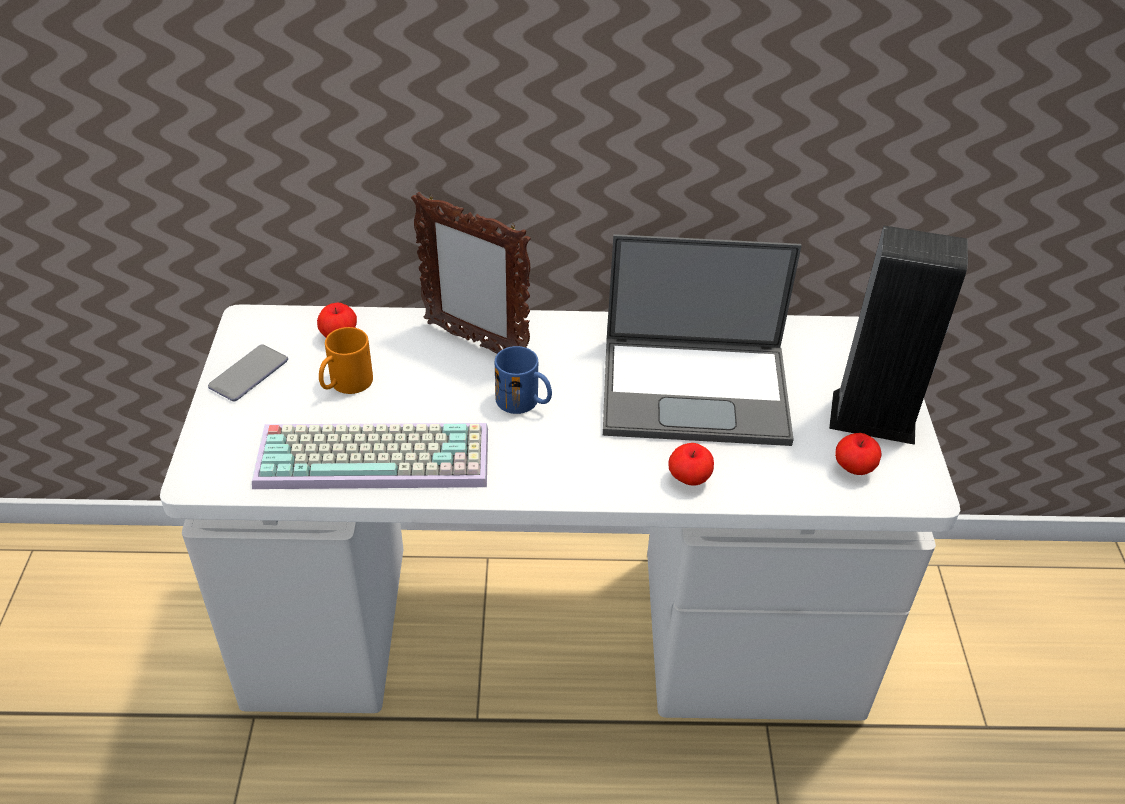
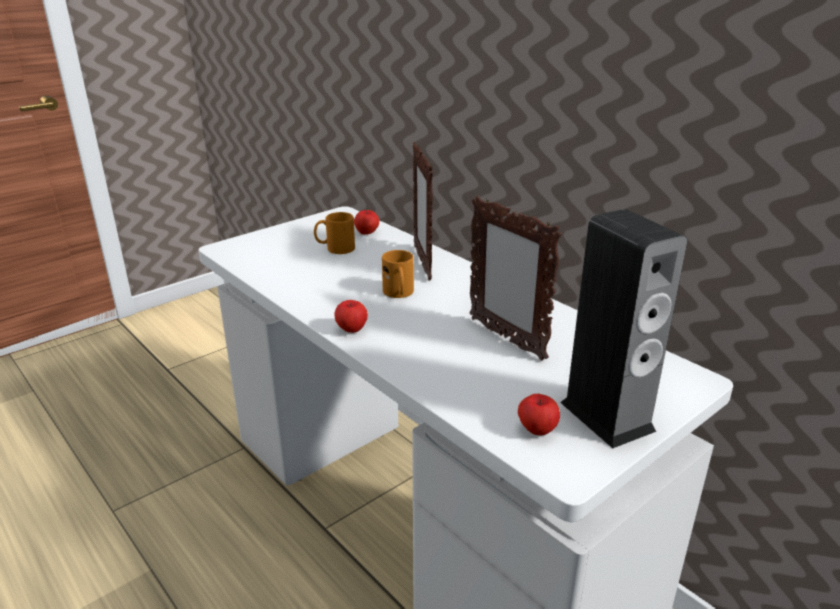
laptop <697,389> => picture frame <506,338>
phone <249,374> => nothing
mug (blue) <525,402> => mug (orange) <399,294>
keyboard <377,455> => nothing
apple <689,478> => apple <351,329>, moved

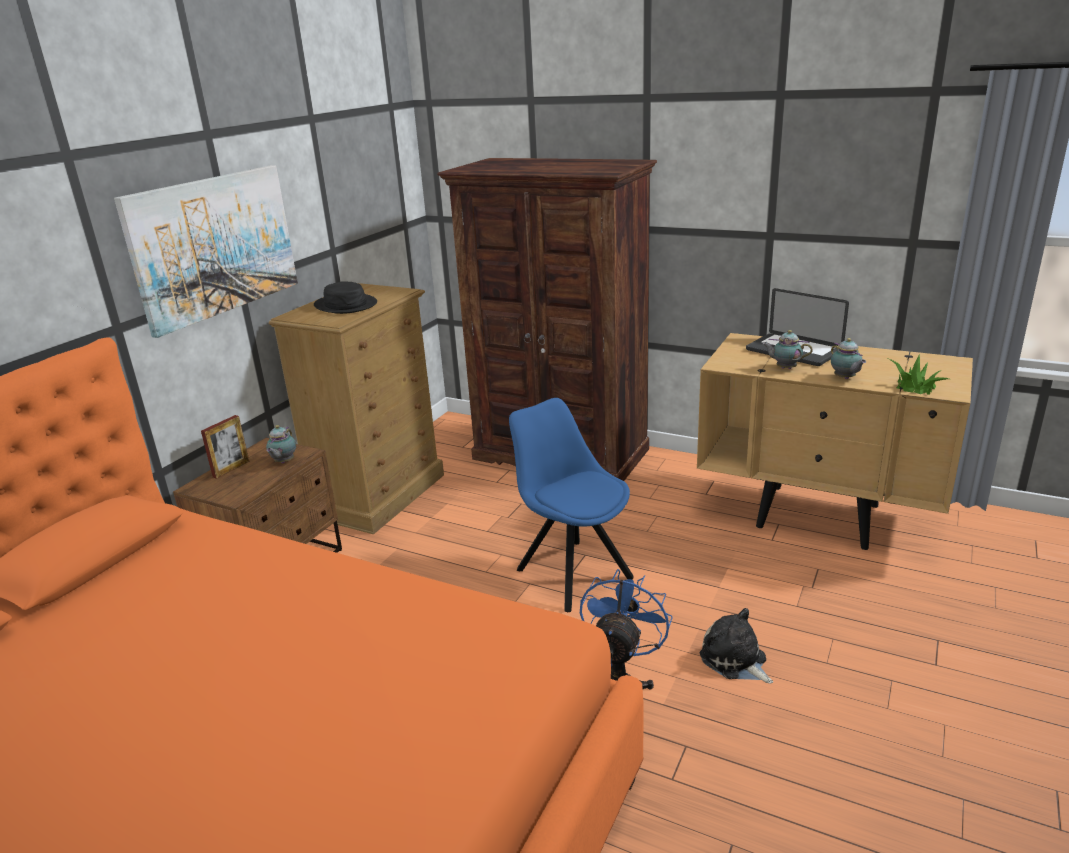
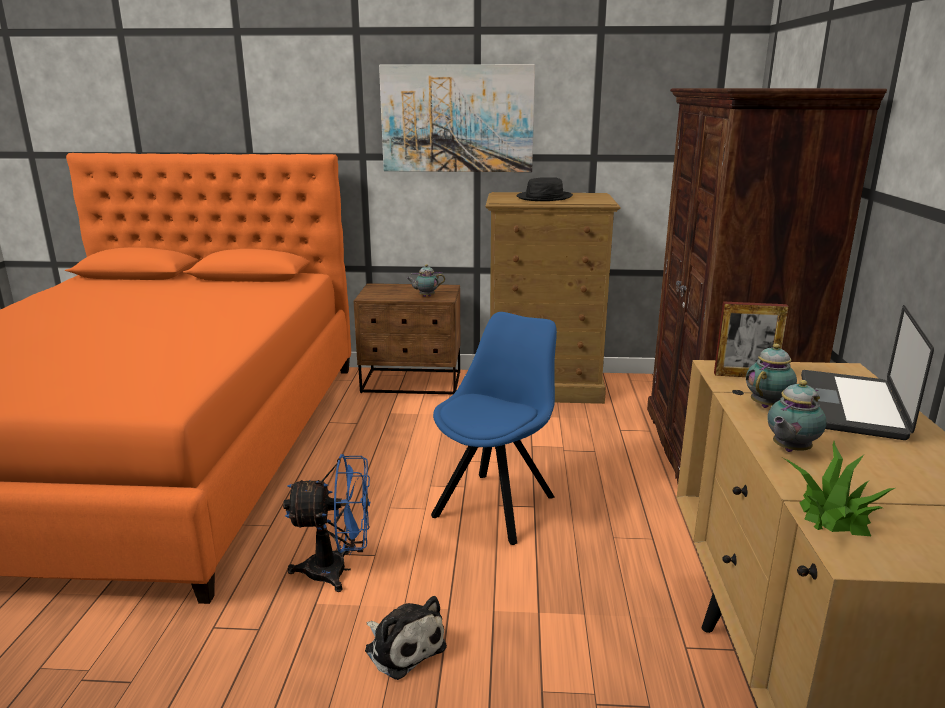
teapot <784,368> => teapot <768,405>, 45 degrees clockwise
picture frame <231,469> => picture frame <745,375>, moved
plush toy <735,661> => plush toy <403,646>, 105 degrees clockwise

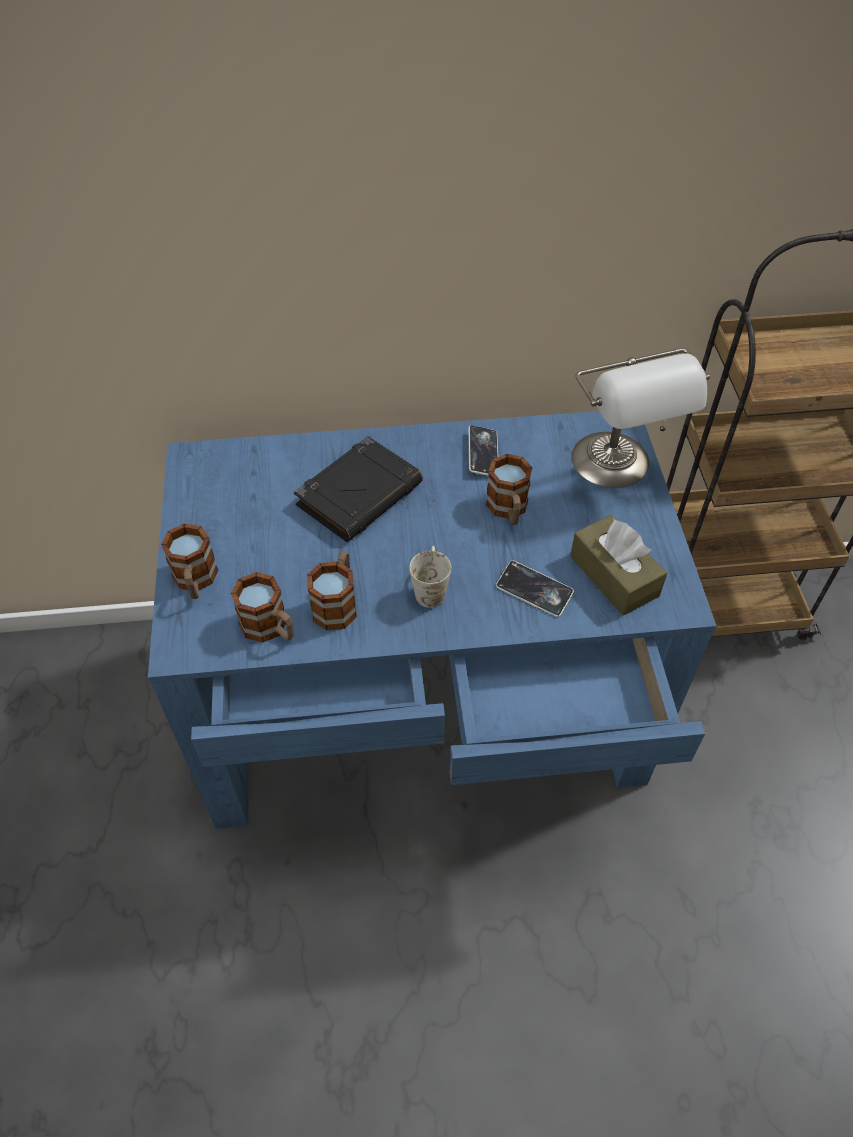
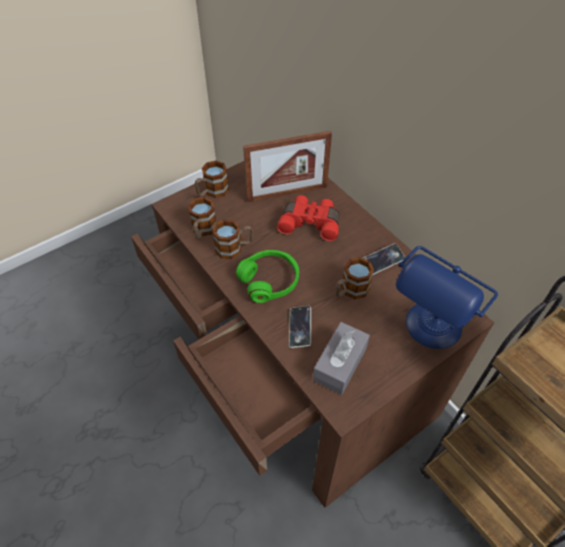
table lamp (white) <619,470> => table lamp (blue) <428,333>
desk (blue) <428,721> => desk (brown) <291,370>
book (black) <359,494> => binoculars (red) <310,223>
tissue box (brown) <614,576> => tissue box (grey) <340,364>
mug (white) <430,588> => headphones (green) <269,280>
nothing => picture frame <287,193>

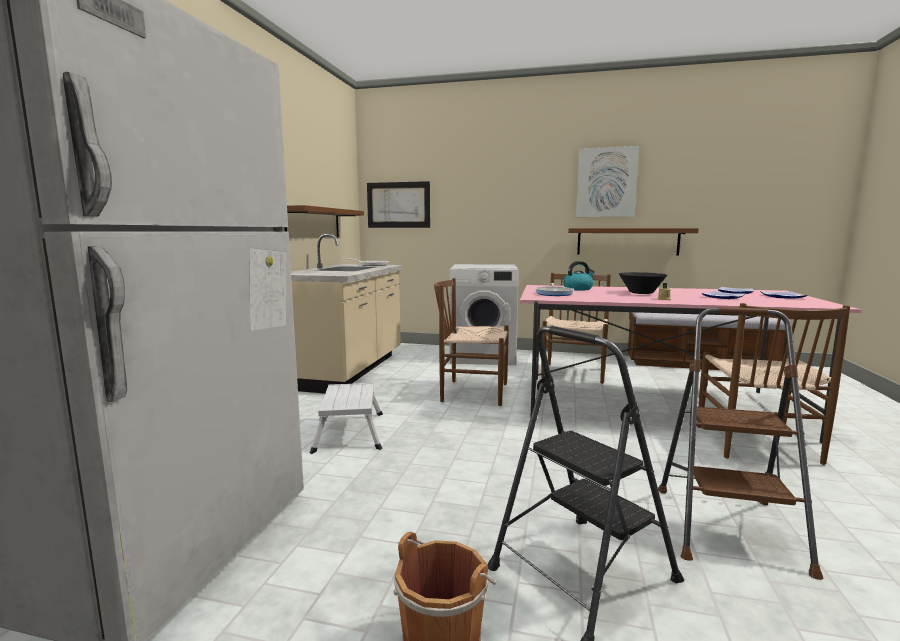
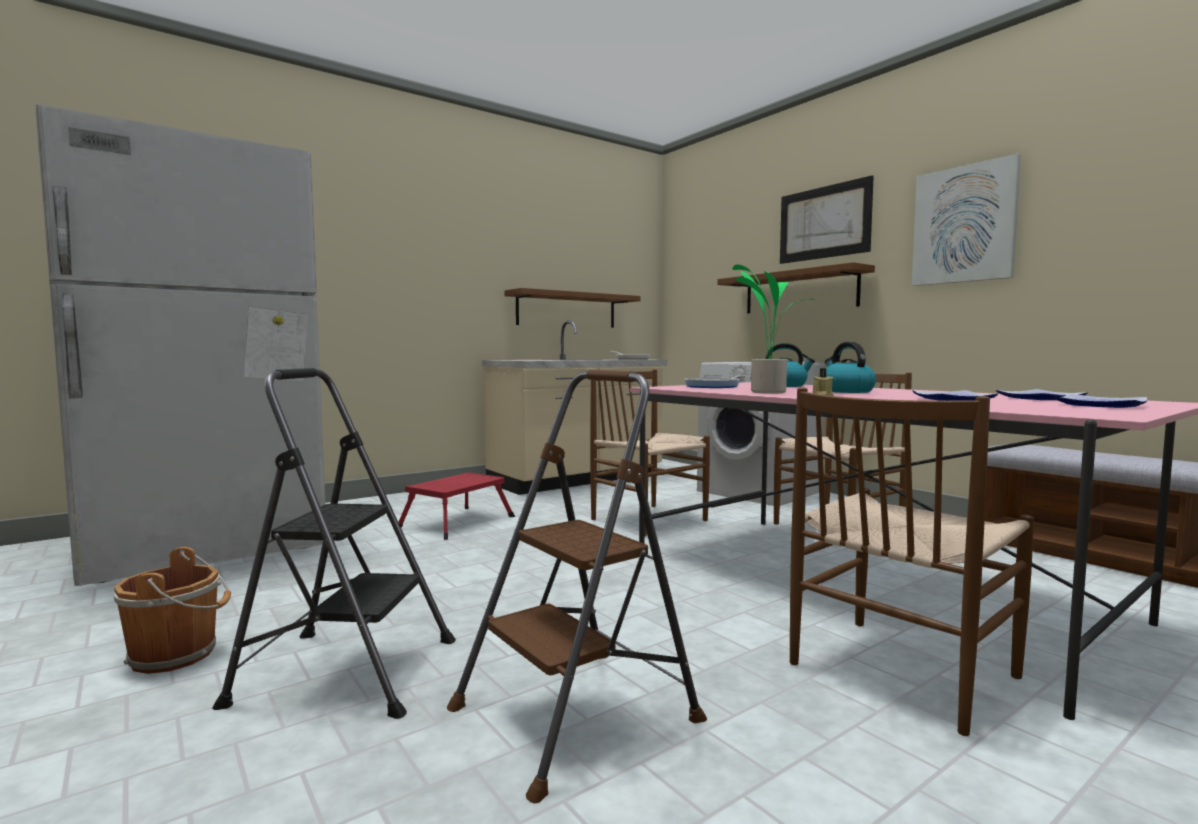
picture <398,205> => picture <824,222>, moved
shelf (brown) <627,241> => shelf (brown) <799,292>, moved
bowl (black) <641,293> => kettle <846,391>
step ladder (white) <349,432> => step ladder (red) <456,522>
nothing => potted plant <767,392>

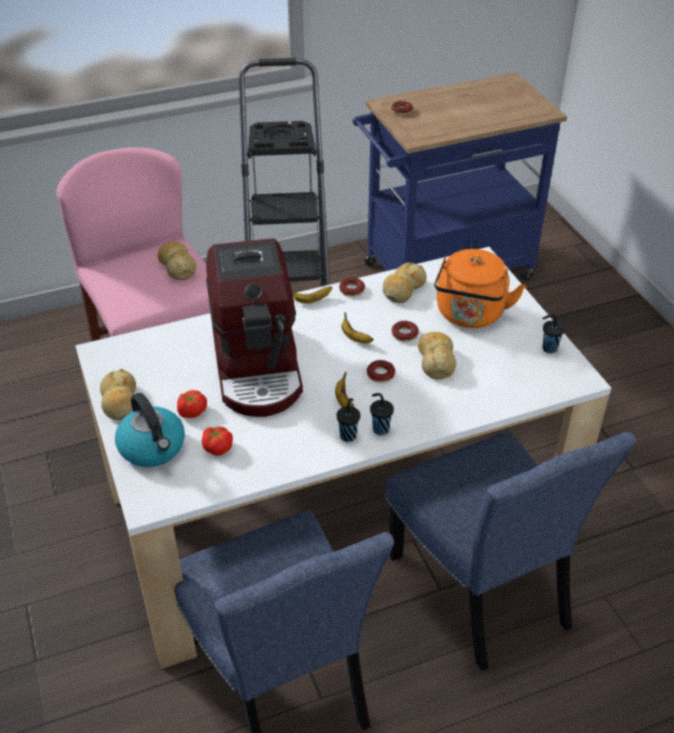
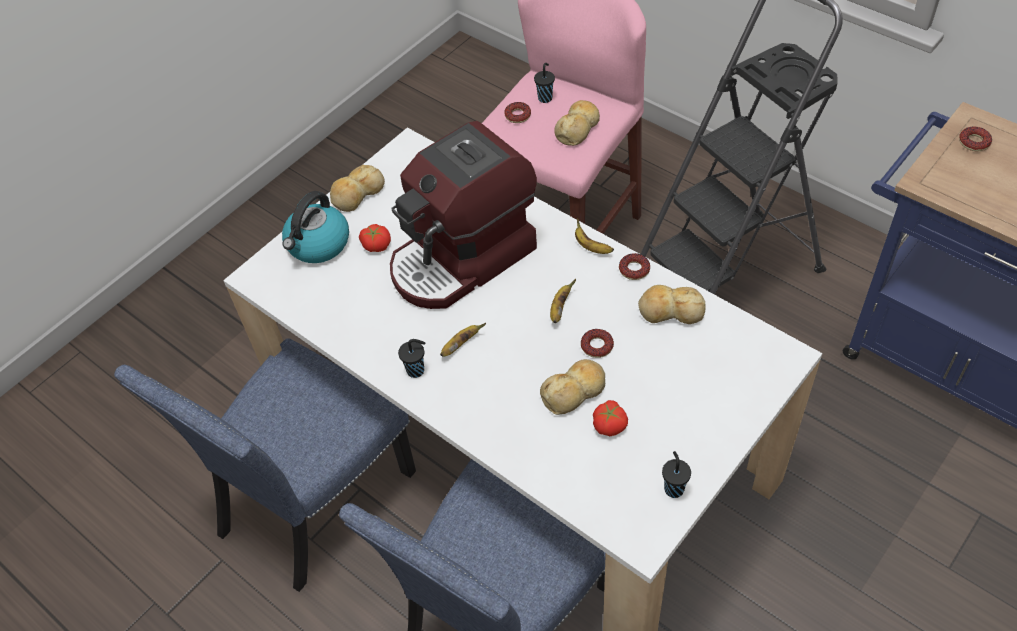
kettle (orange) <470,315> => nothing
donut <380,374> => donut <517,115>, moved
cup (black) <380,429> => cup (black) <545,98>, moved
tomato <218,447> => tomato <610,424>, moved

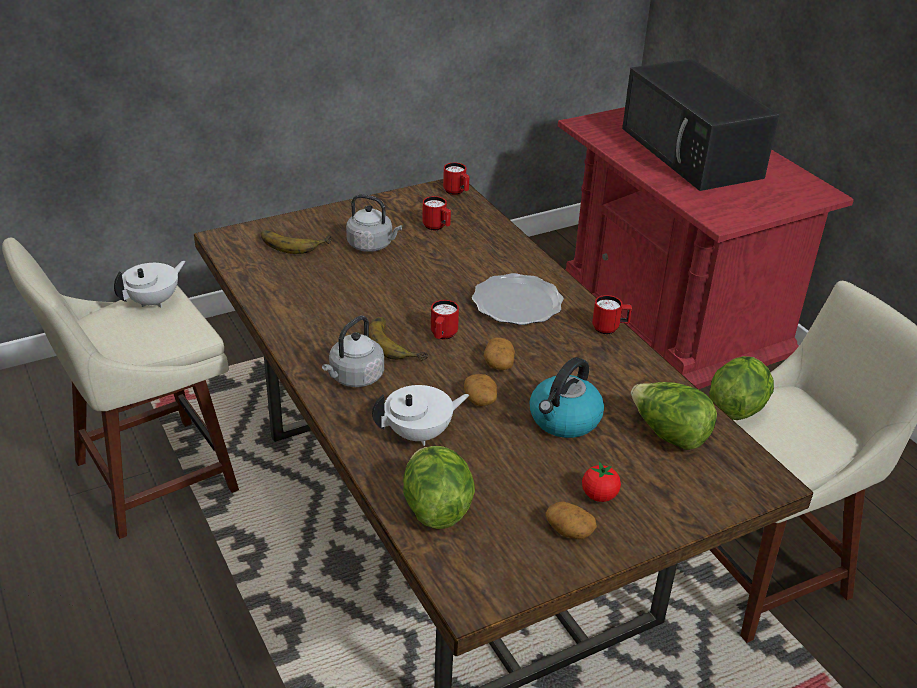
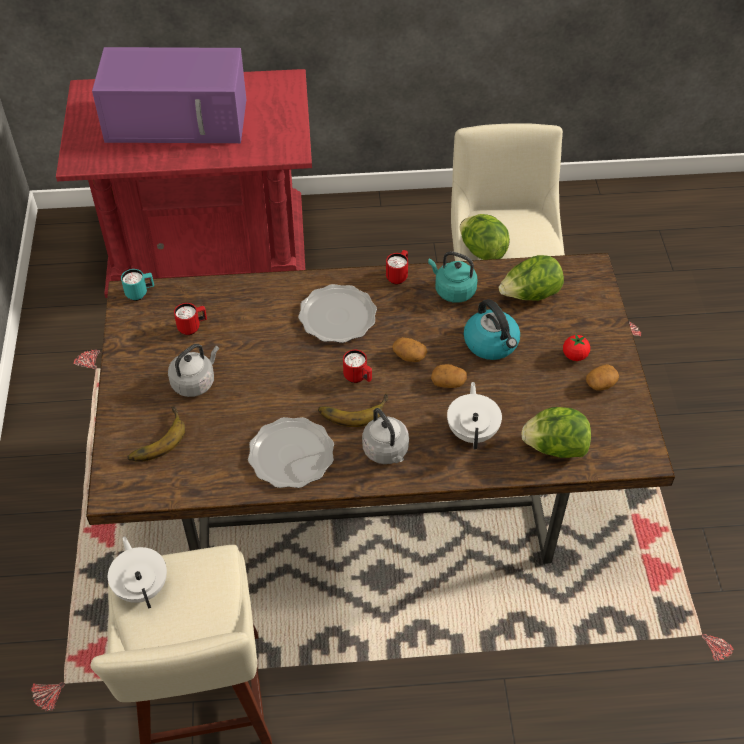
microwave (black) <692,153> => microwave (purple) <179,120>
mug (red) <456,192> => mug (turquoise) <140,293>
nothing => kettle (turquoise) <452,290>
nothing => plate <291,454>

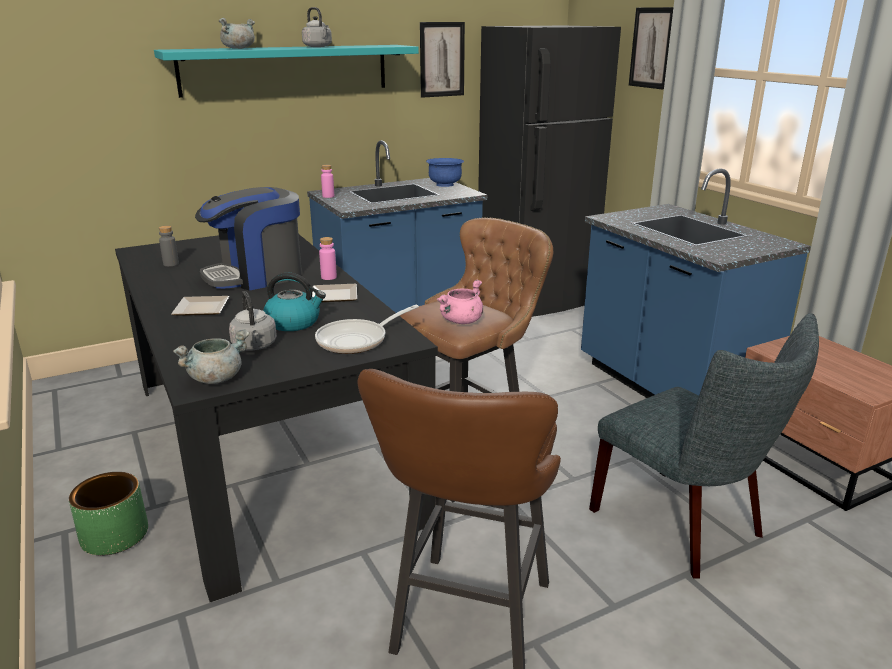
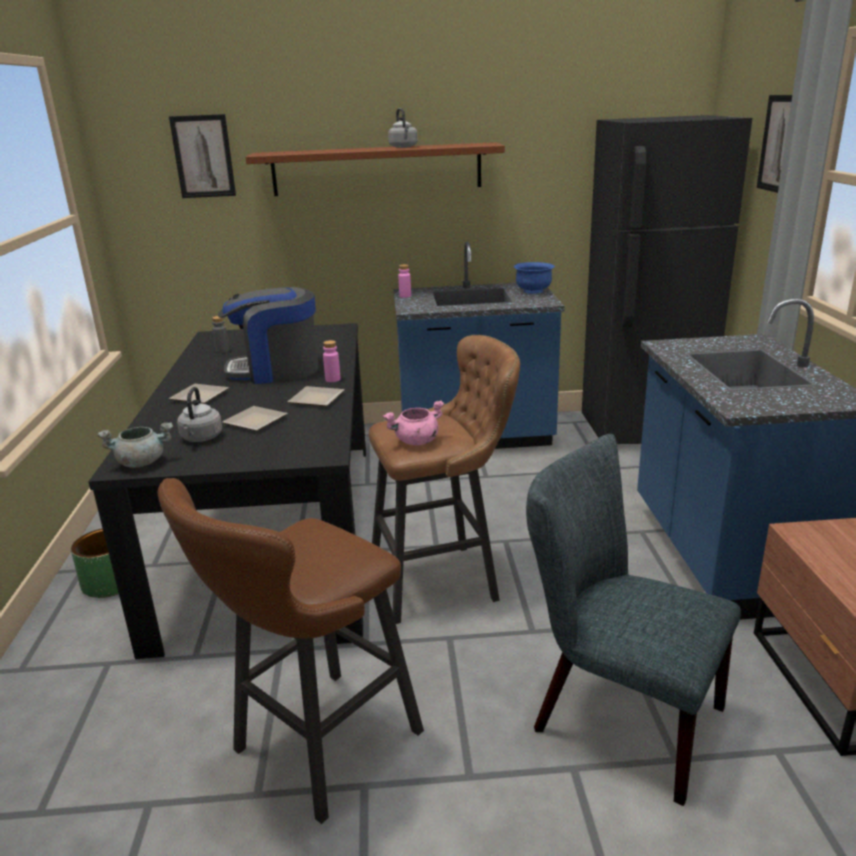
cooking pot (grey) <238,48> => nothing
picture <442,59> => picture <203,156>, moved
shelf (turquoise) <286,69> => shelf (brown) <377,169>
kettle <294,322> => plate <255,420>
frying pan <357,340> => nothing
chair (grey) <685,526> => chair (grey) <616,715>, 135 degrees clockwise

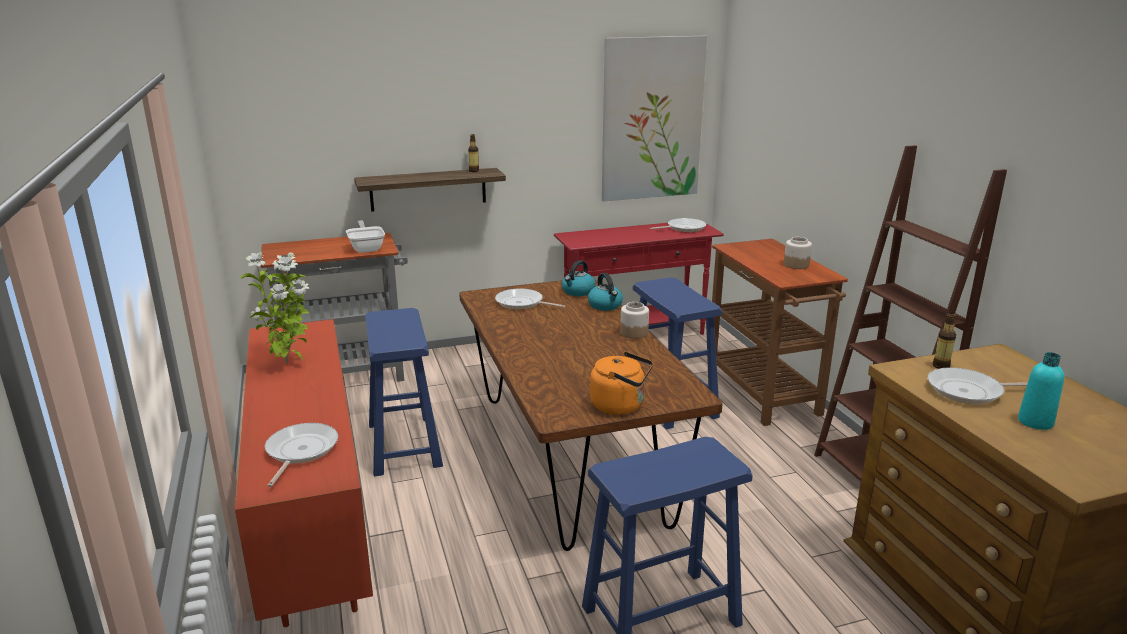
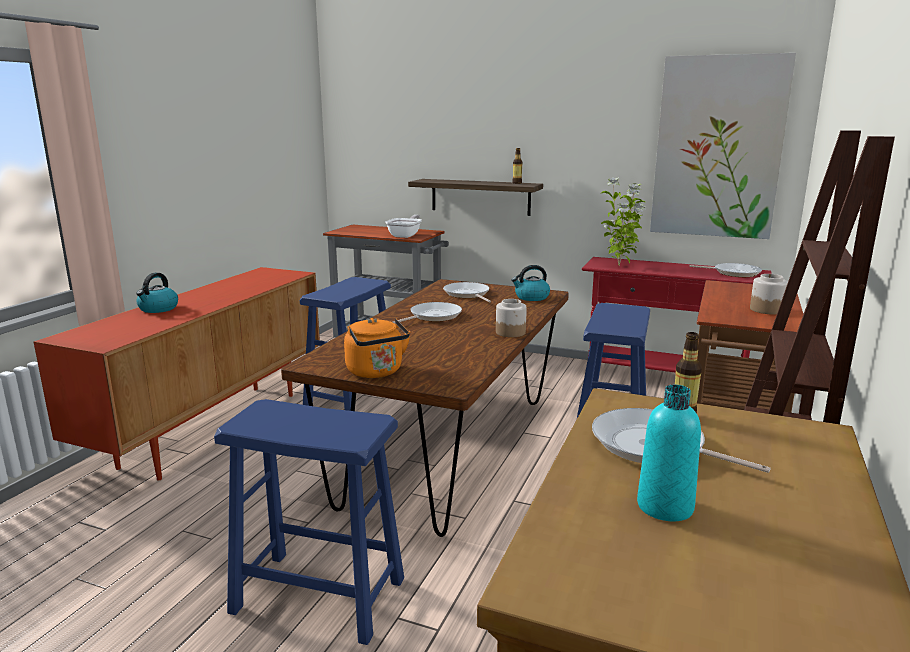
potted plant <289,364> => potted plant <620,266>, moved
kettle <605,305> => kettle <158,309>, moved
frying pan <300,451> => frying pan <433,316>, moved

